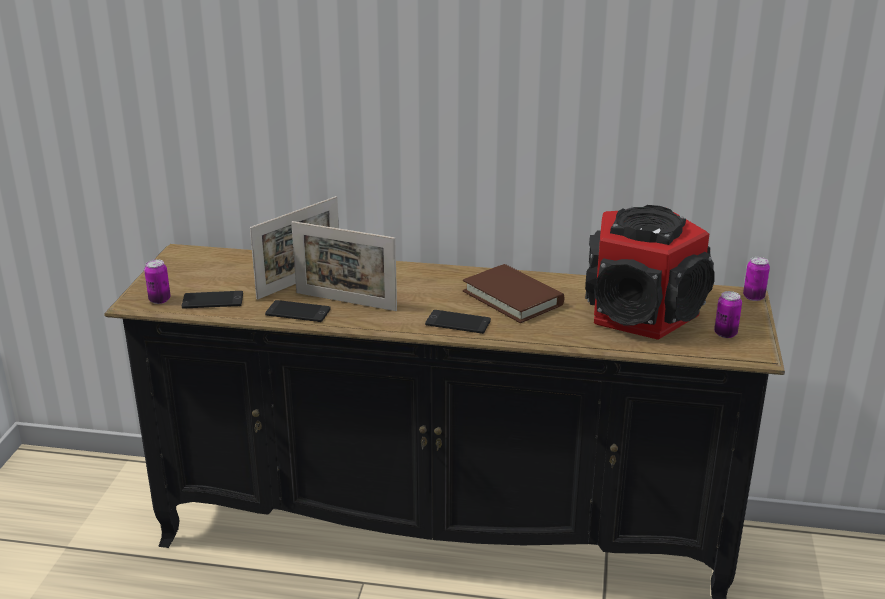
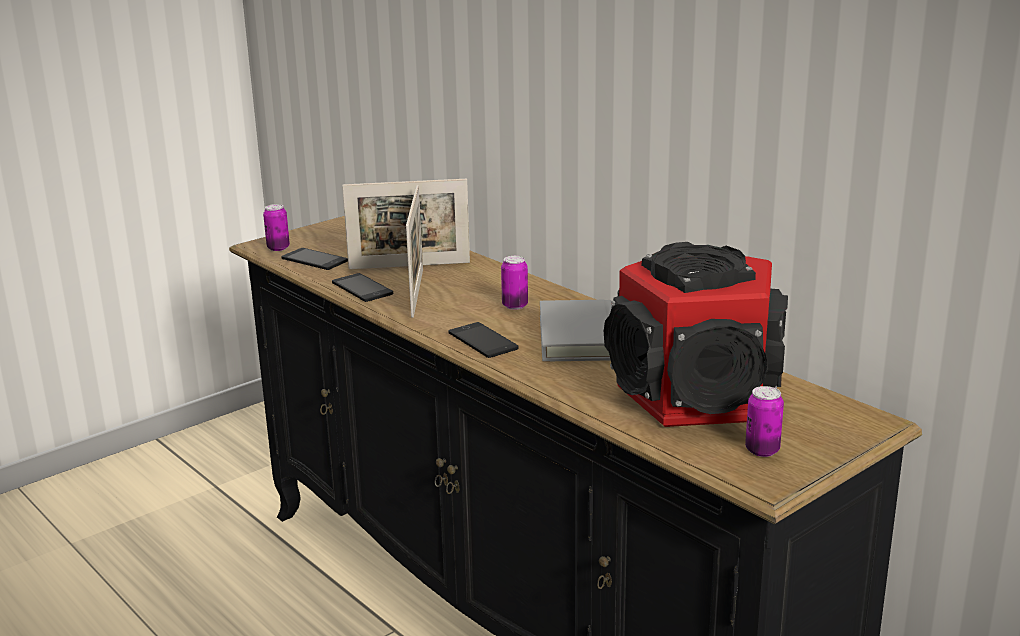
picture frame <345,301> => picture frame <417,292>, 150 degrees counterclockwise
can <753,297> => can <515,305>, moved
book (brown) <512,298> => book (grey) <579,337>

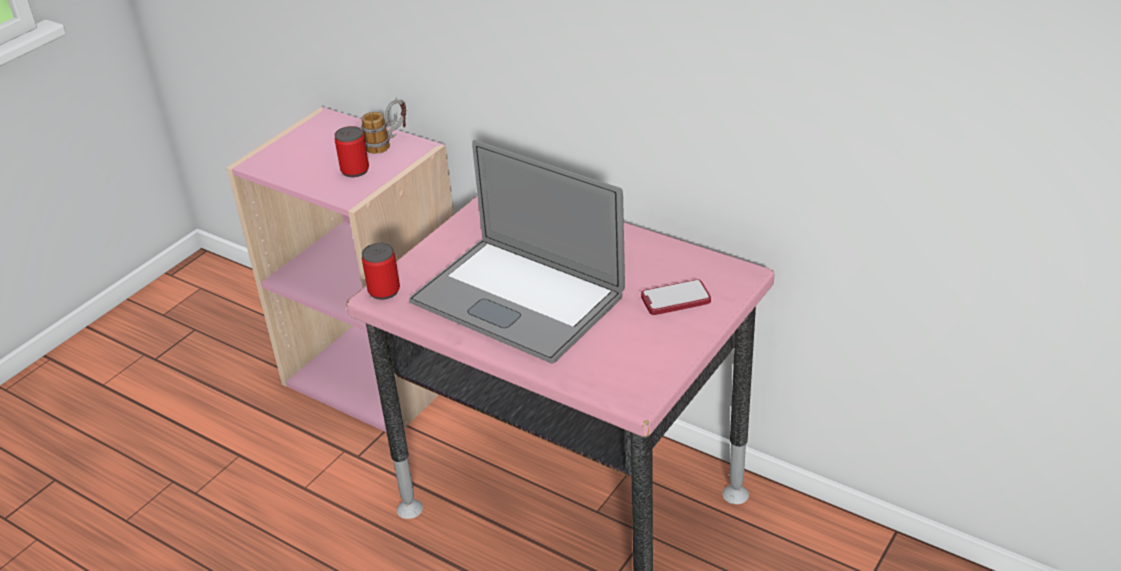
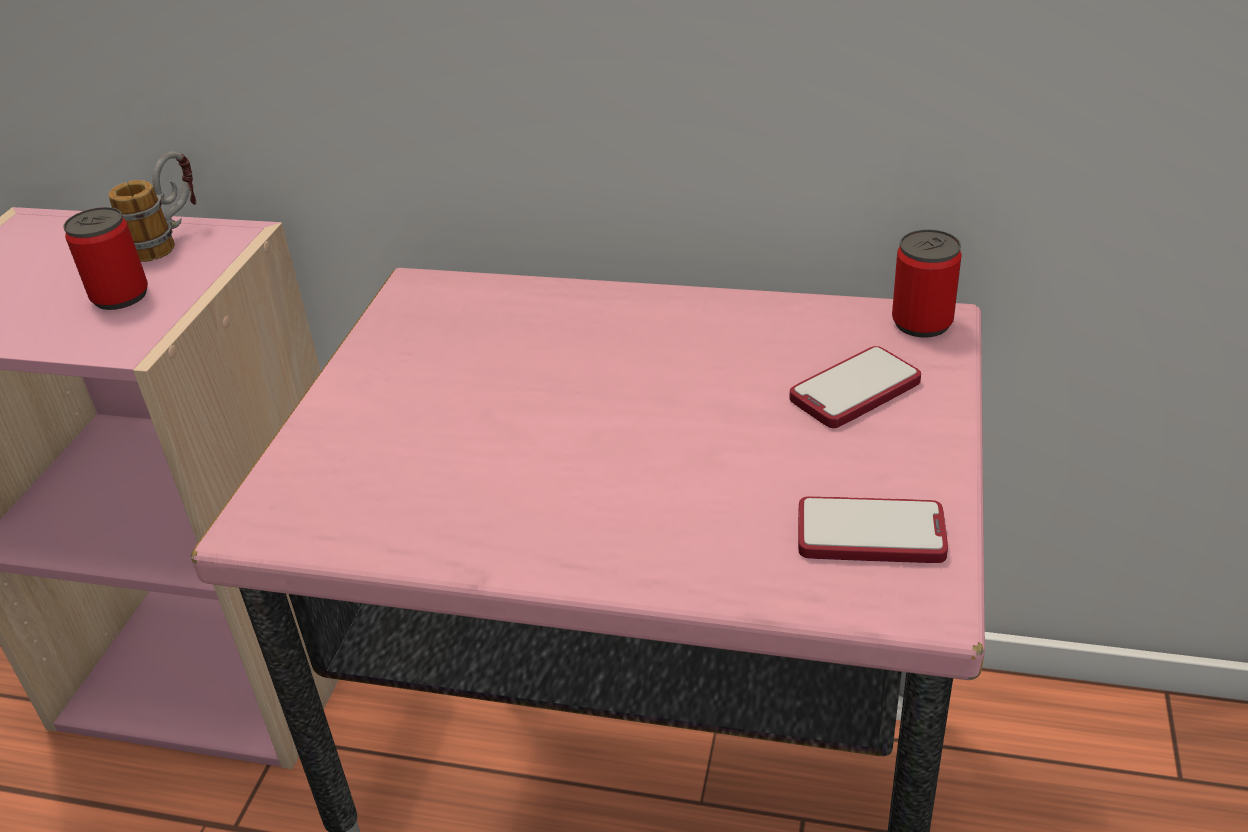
laptop <517,299> => nothing
can <384,291> => can <922,322>, moved
nothing => phone <870,534>

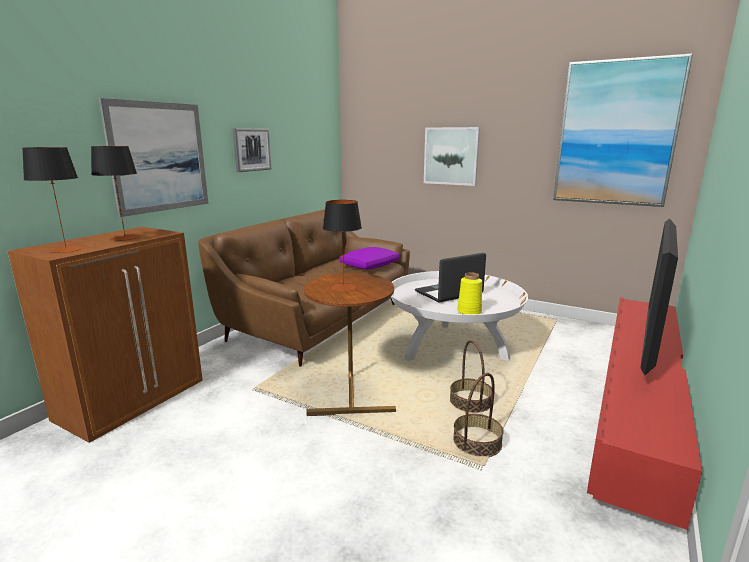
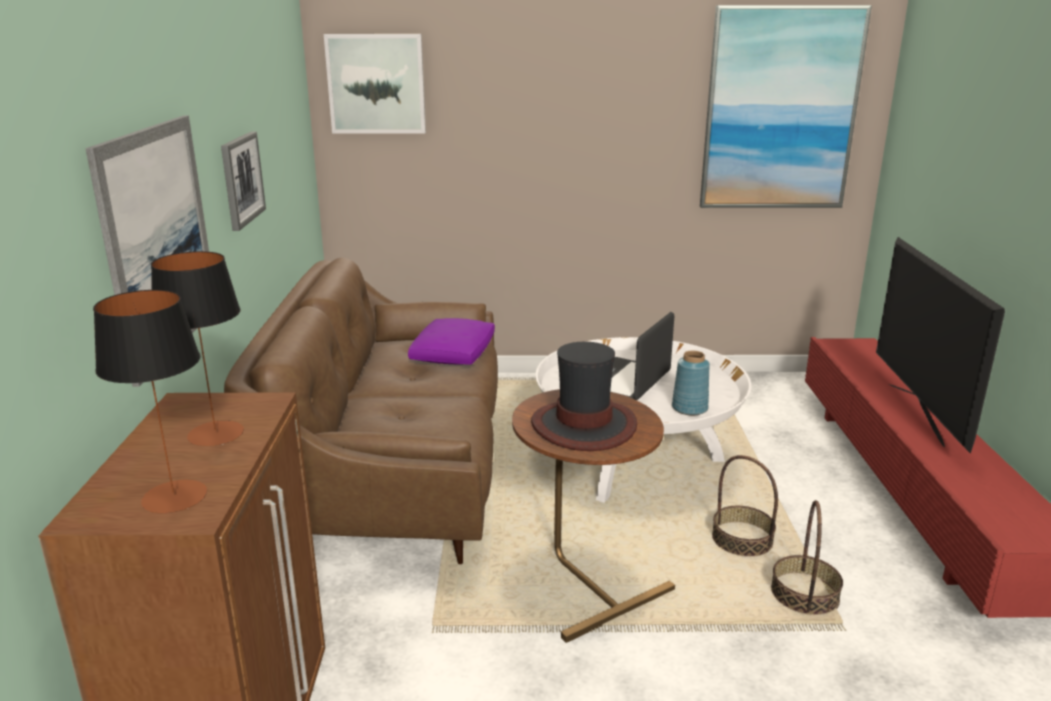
picture <451,156> => picture <376,84>, moved
table lamp <343,287> => hat <584,426>
vase (yellow) <469,311> => vase (blue) <689,408>

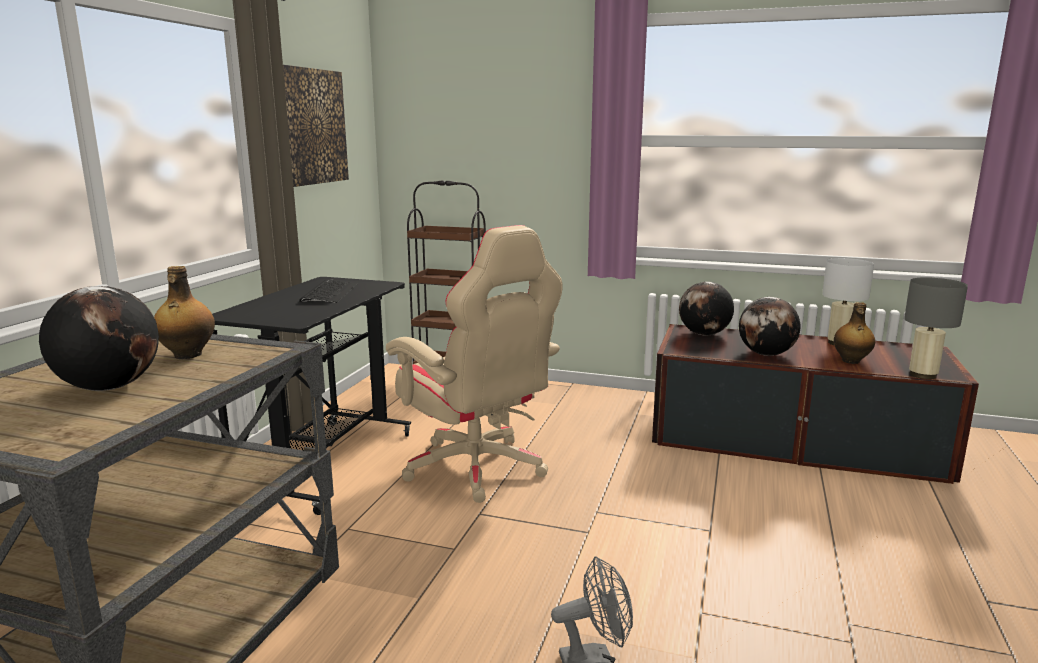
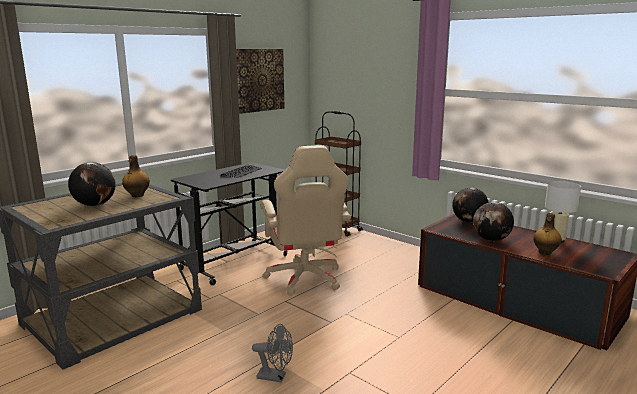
table lamp (grey) <923,375> => nothing

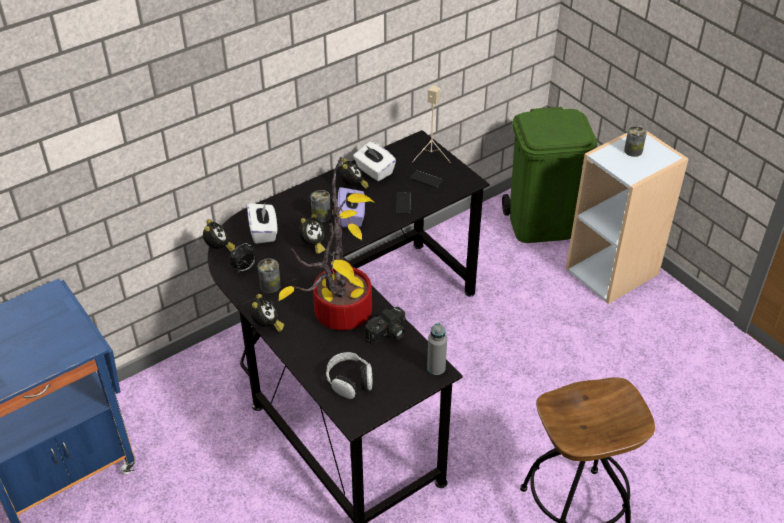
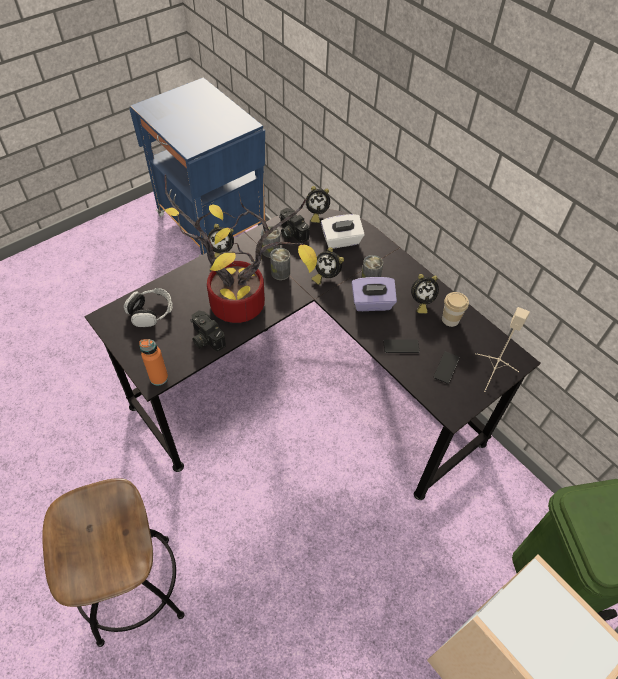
can <633,151> => can <280,273>, moved
tissue box (white) <374,171> => cup <450,319>
alarm clock <244,269> => photo camera <291,232>
bottle (grey) <436,368> => bottle (orange) <159,378>

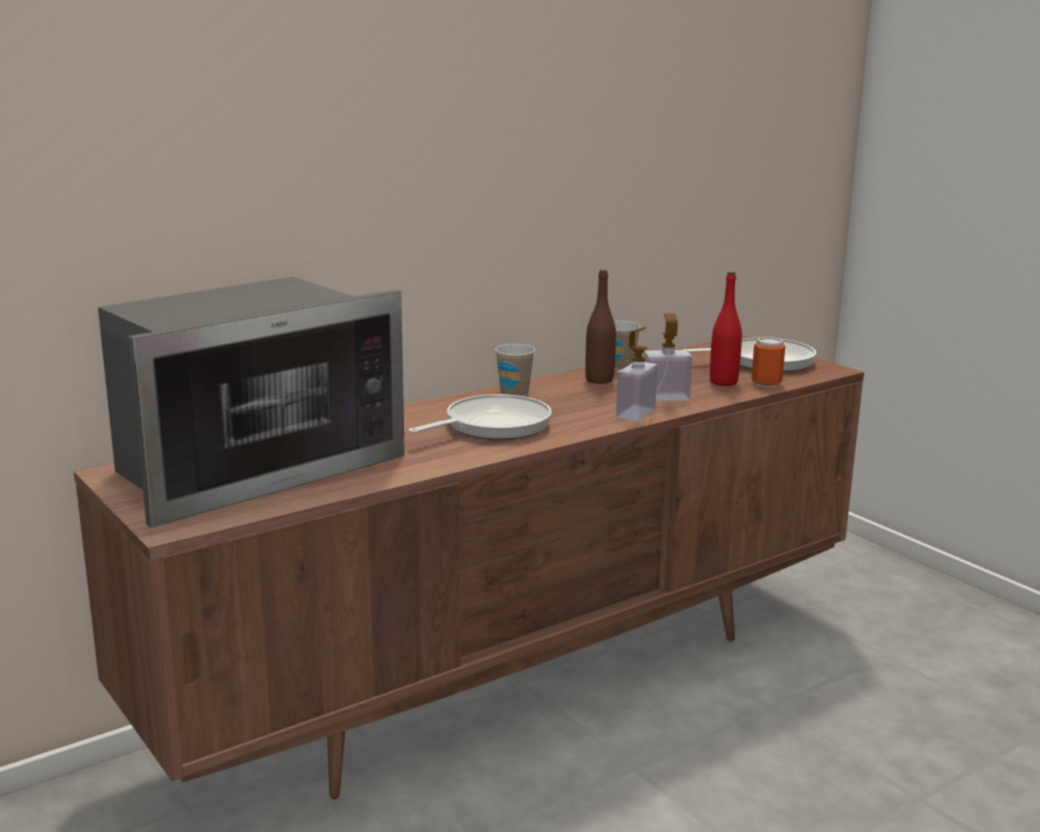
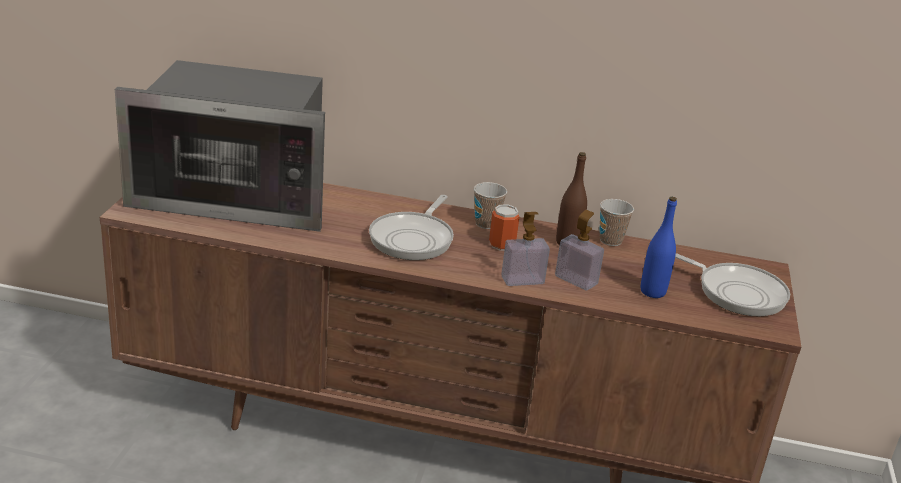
bottle (red) <723,382> => bottle (blue) <652,292>
can <766,383> => can <502,245>, moved
frying pan <492,426> => frying pan <413,239>, 105 degrees clockwise

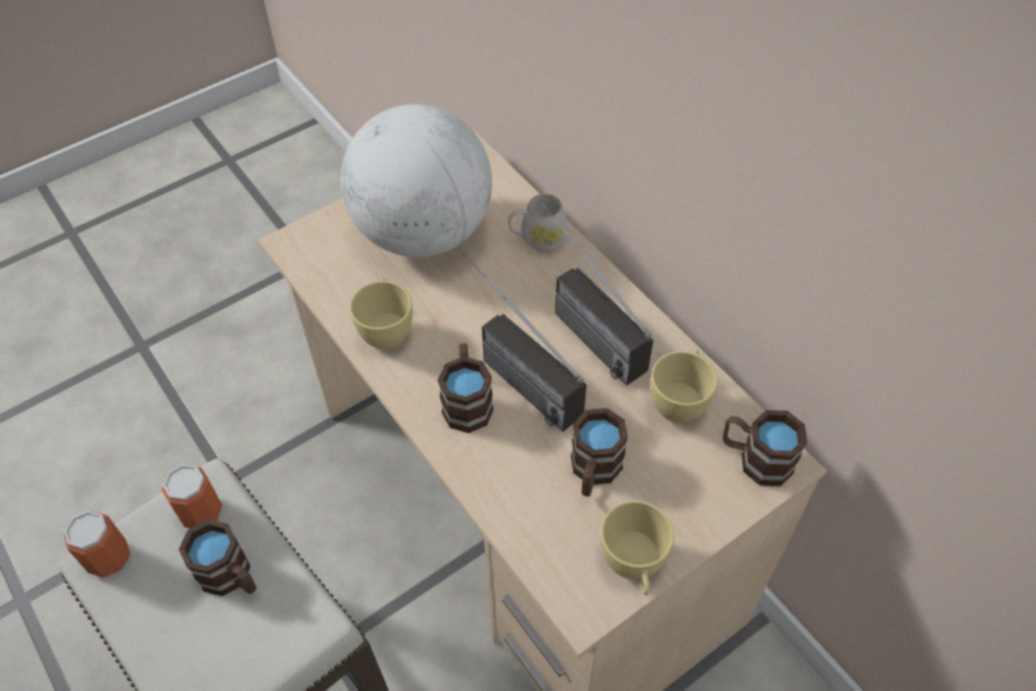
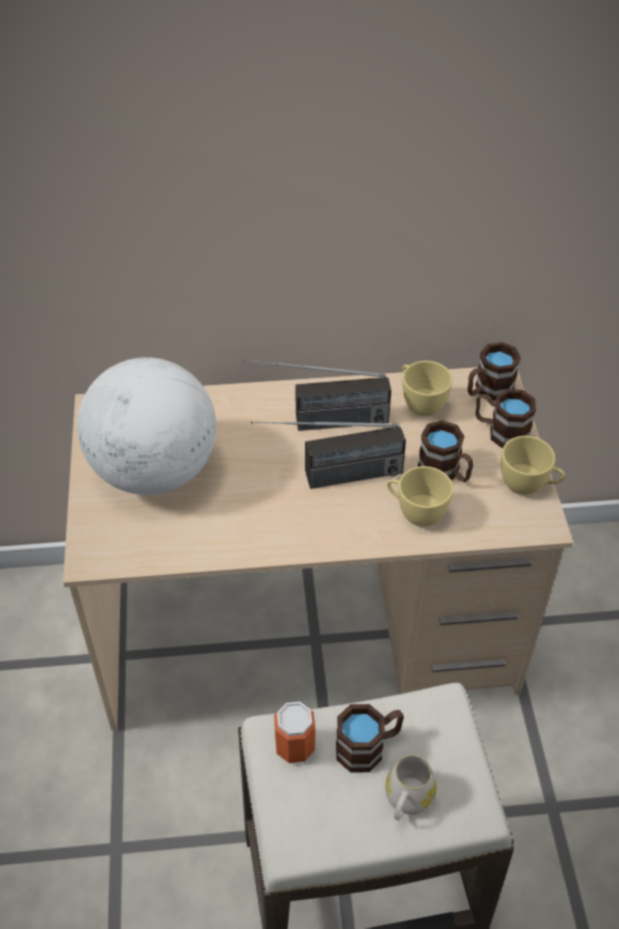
mug (white) <537,239> => mug (white) <407,800>, moved
cup (yellow) <386,329> => cup (yellow) <415,512>, moved
mug (brown) <467,401> => mug (brown) <500,431>, moved
can <109,558> => nothing

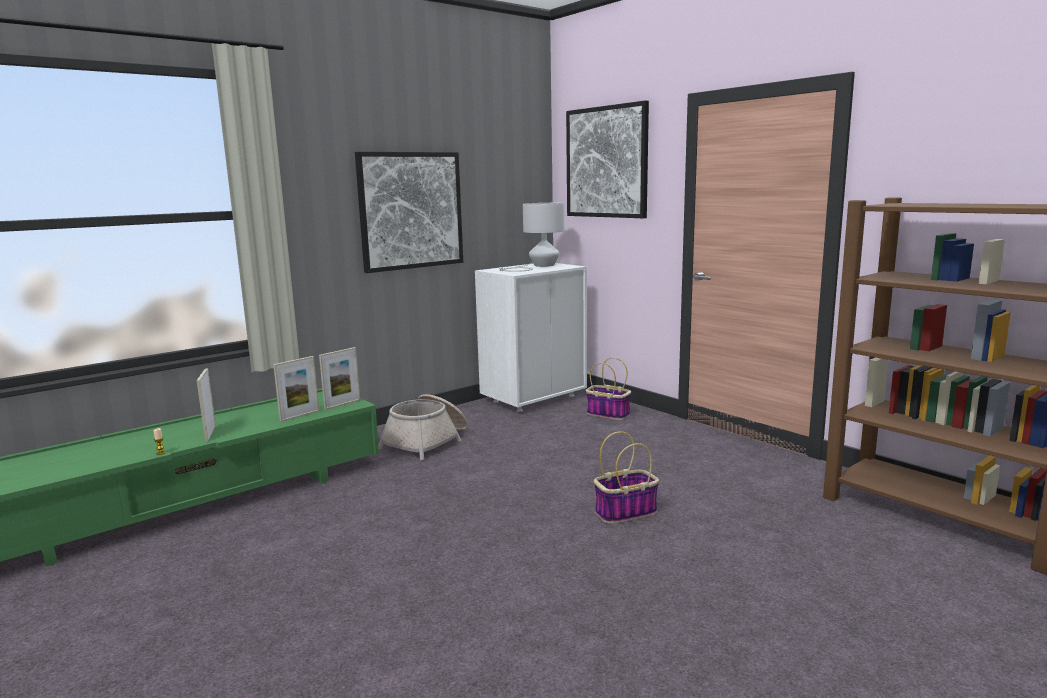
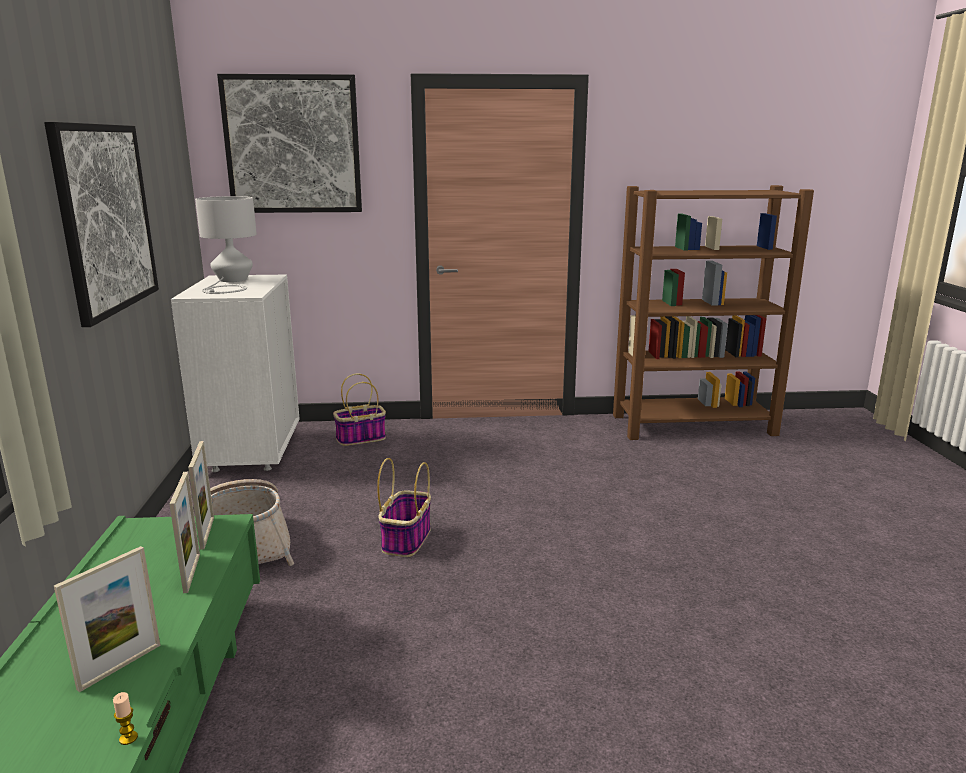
picture frame <210,433> => picture frame <120,666>, 75 degrees counterclockwise
basket <626,512> => basket <406,539>, moved

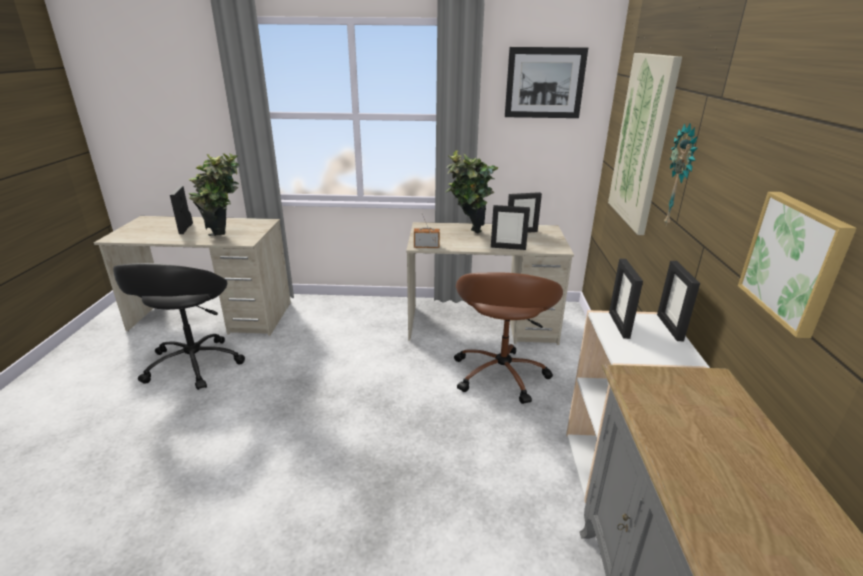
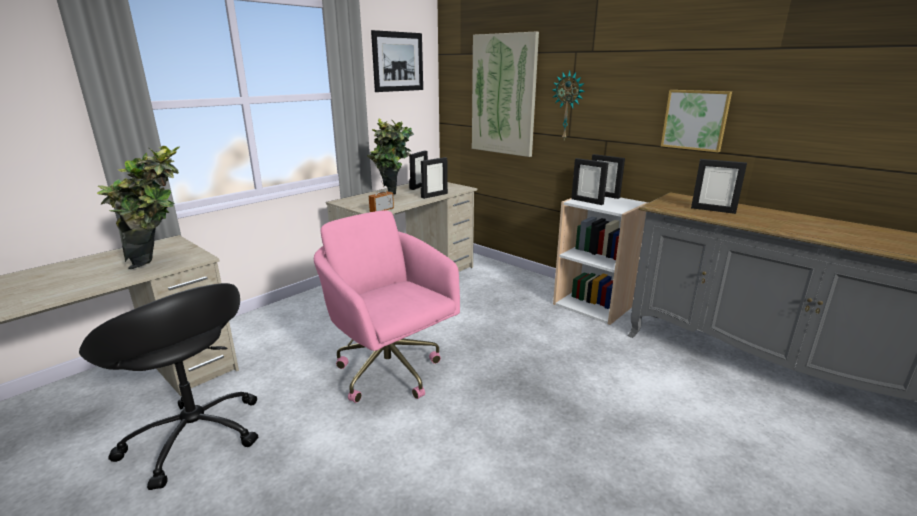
picture frame <186,228> => picture frame <713,210>, moved
office chair (brown) <500,377> => nothing
nothing => office chair (pink) <392,375>

